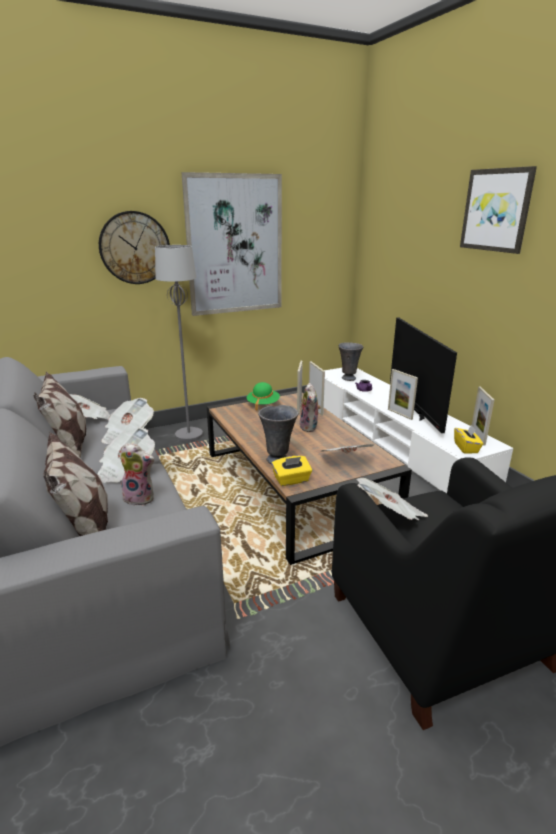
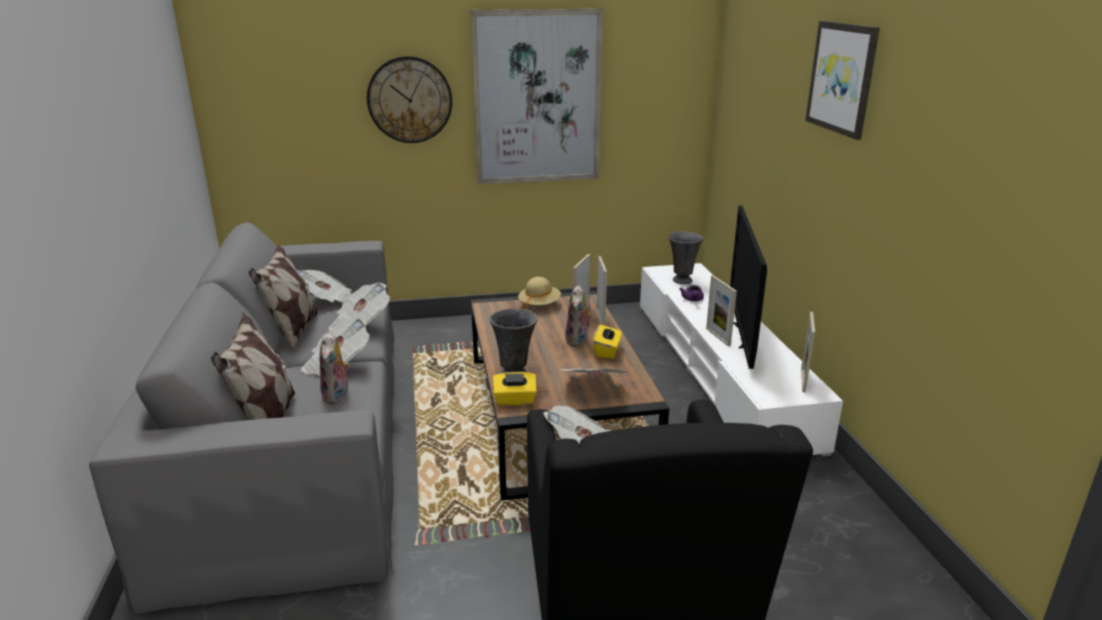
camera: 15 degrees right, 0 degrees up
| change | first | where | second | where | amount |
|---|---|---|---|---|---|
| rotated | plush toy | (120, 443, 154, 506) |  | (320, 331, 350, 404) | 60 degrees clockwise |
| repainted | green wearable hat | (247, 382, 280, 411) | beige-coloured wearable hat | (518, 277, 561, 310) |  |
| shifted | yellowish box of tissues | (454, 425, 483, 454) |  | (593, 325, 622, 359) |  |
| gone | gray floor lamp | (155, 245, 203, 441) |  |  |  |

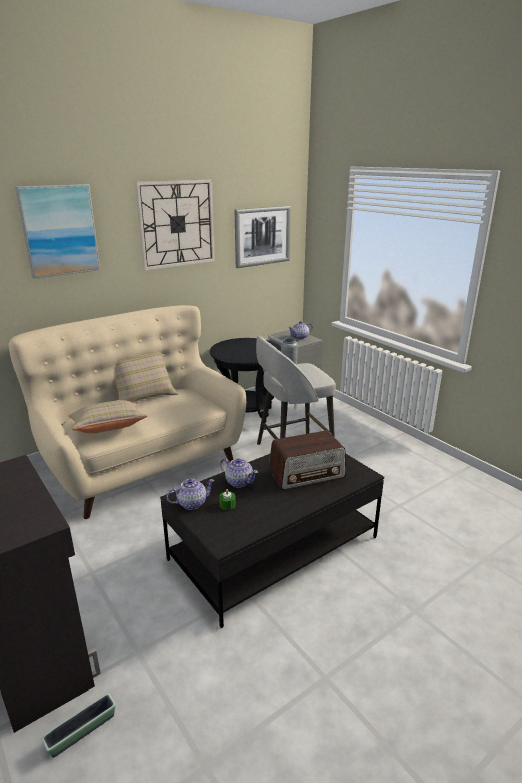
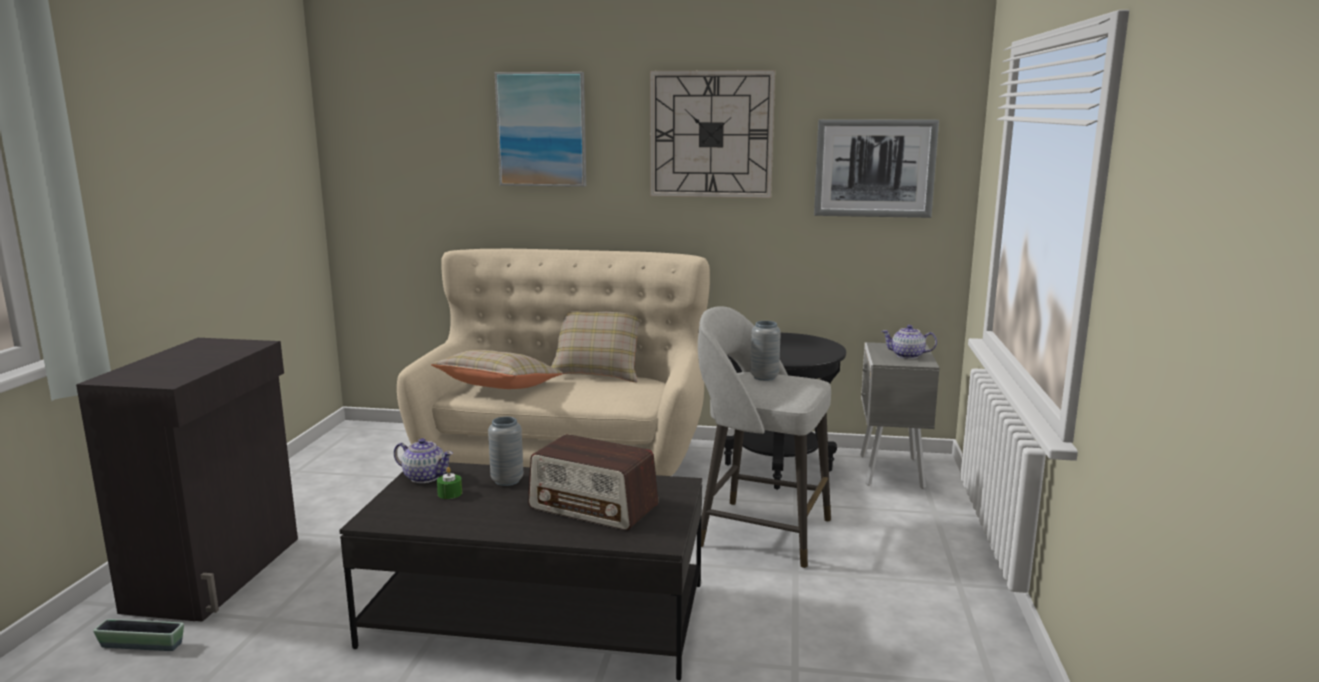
camera: 45 degrees right, 10 degrees down
| change | first | where | second | where | amount |
|---|---|---|---|---|---|
| swapped | tea pot | (220, 458, 258, 488) | gray decorative vase | (488, 417, 523, 486) |  |

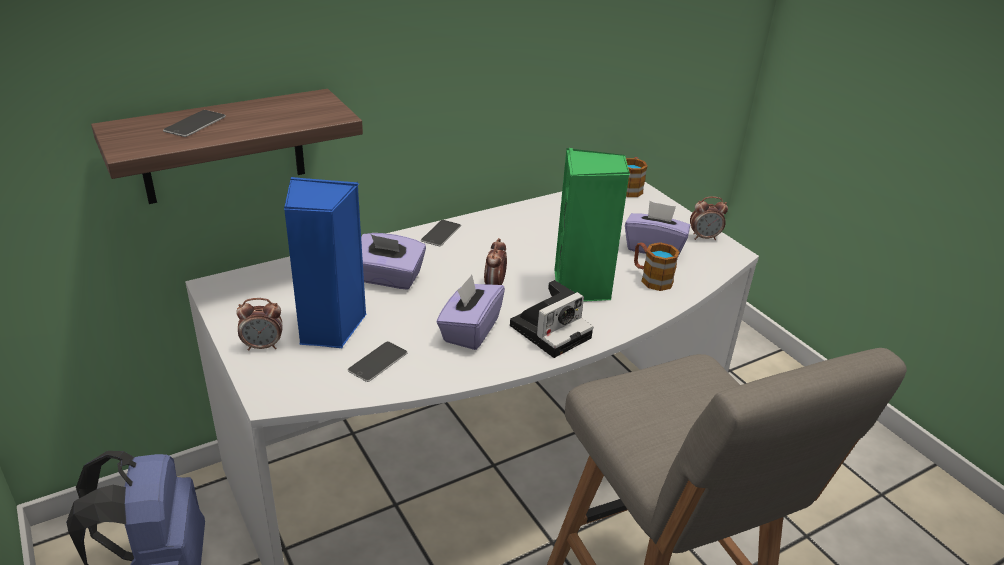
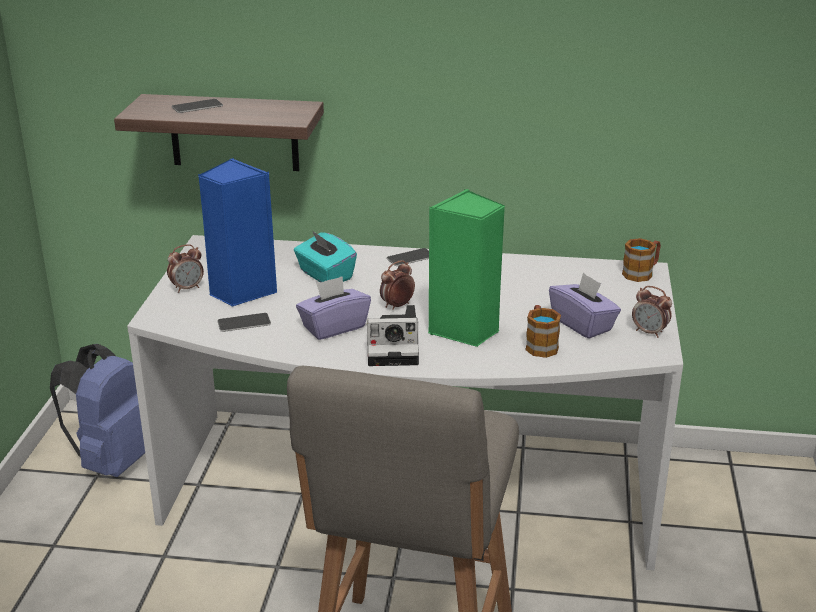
camera: 40 degrees right, 5 degrees down
| change | first | where | second | where | amount |
|---|---|---|---|---|---|
| rotated | table clock | (236, 298, 283, 351) |  | (167, 244, 204, 293) | 60 degrees counterclockwise |
| repainted | purple-coloured box of tissues | (361, 233, 426, 290) | blue-green box of tissues | (294, 230, 357, 282) |  |

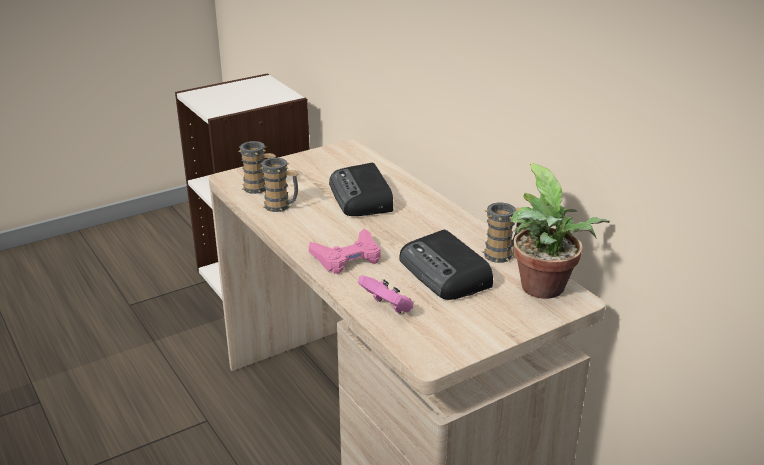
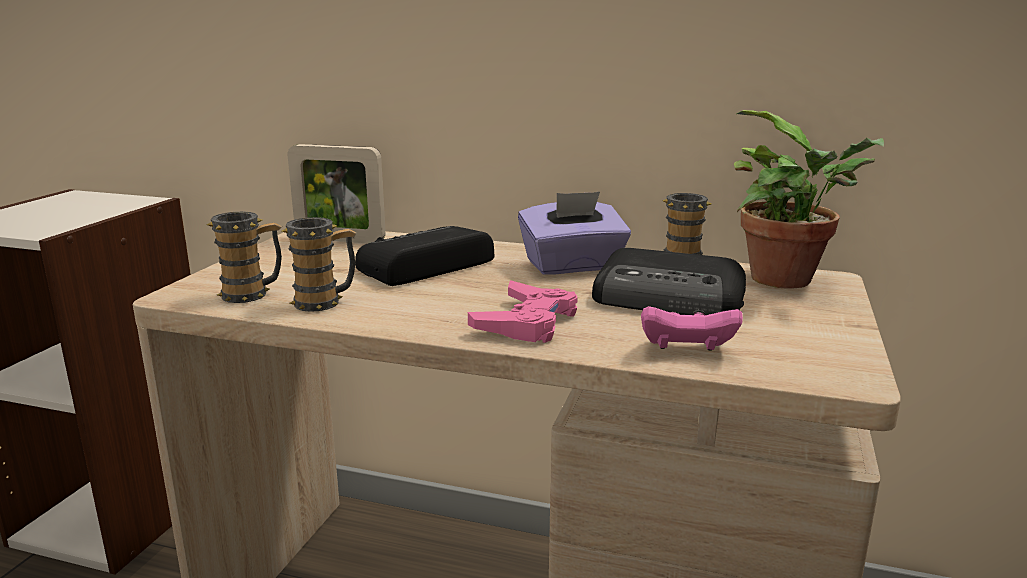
camera: 40 degrees left, 10 degrees down
| change | first | where | second | where | amount |
|---|---|---|---|---|---|
| new |  |  | standing frame | (288, 144, 386, 243) |  |
| rotated | radio receiver | (329, 163, 393, 216) |  | (355, 226, 494, 286) | 105 degrees clockwise |
| new |  |  | purple-coloured box of tissues | (518, 192, 631, 275) |  |

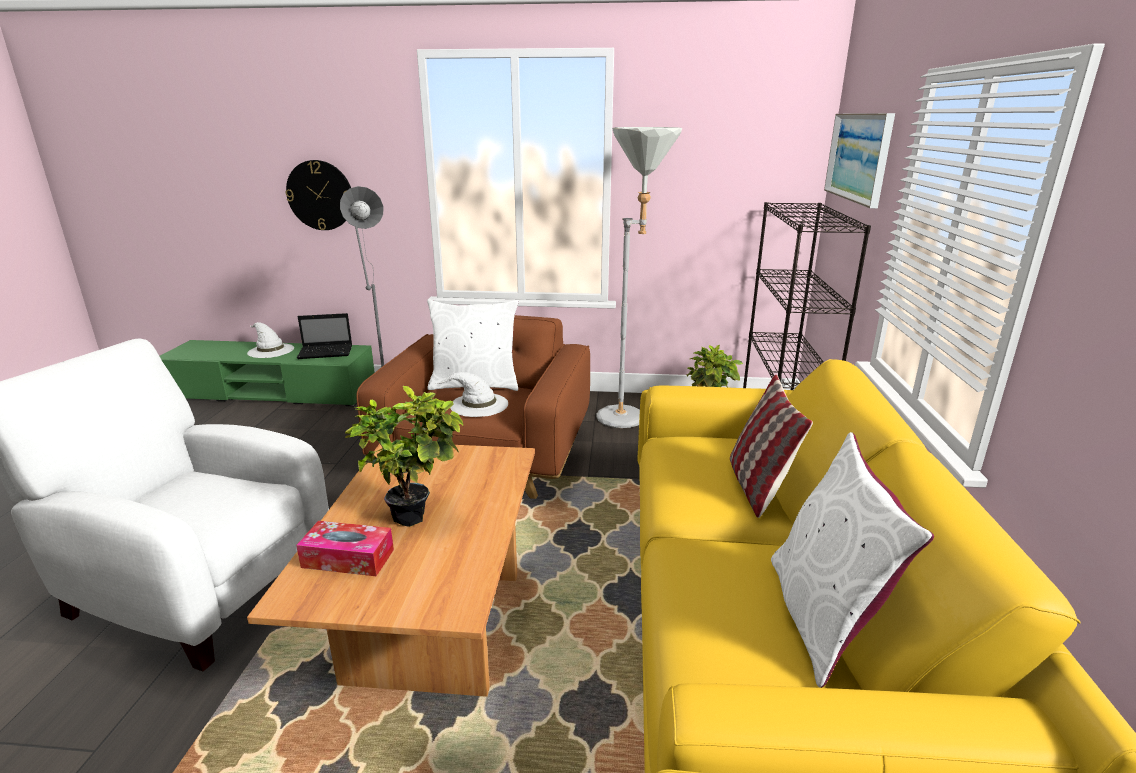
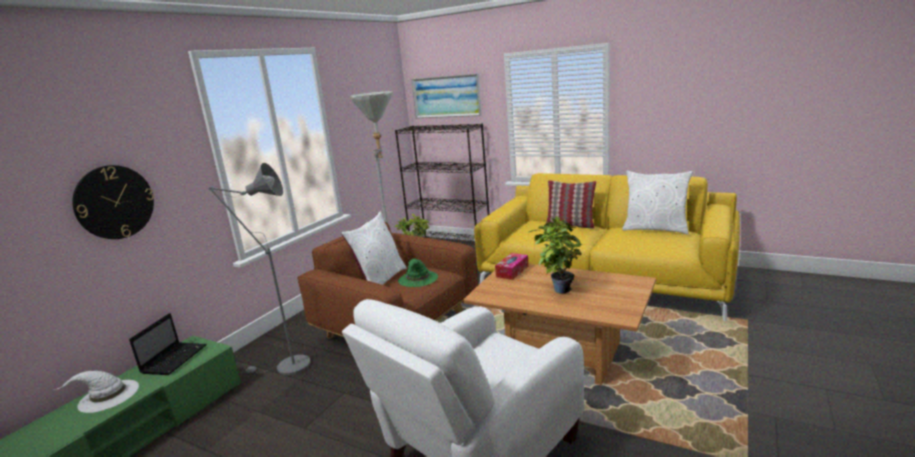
camera: 65 degrees left, 5 degrees down
| change | first | where | second | where | amount |
|---|---|---|---|---|---|
| repainted | whitish wearable hat | (436, 372, 508, 417) | green wearable hat | (398, 259, 438, 287) |  |
| shifted | box of tissues | (296, 521, 394, 576) |  | (495, 253, 529, 280) |  |

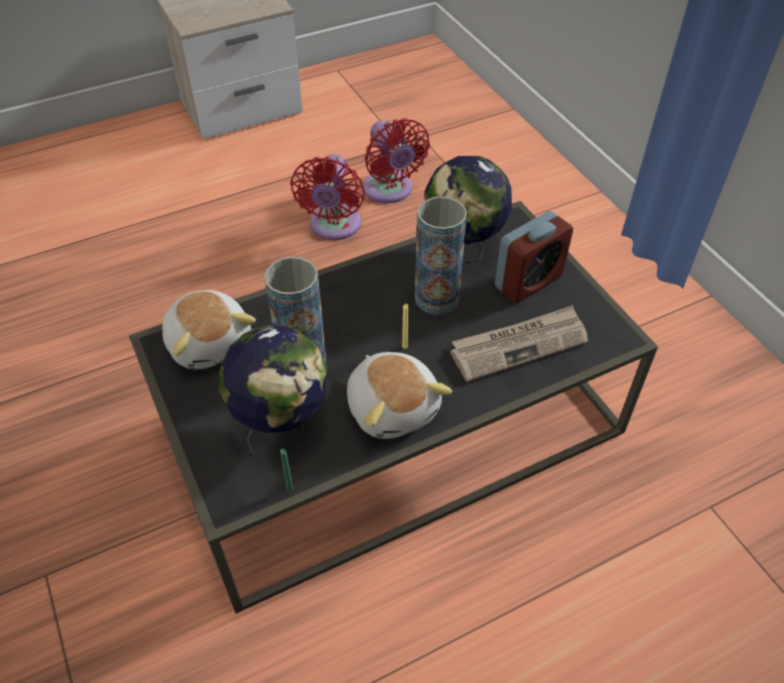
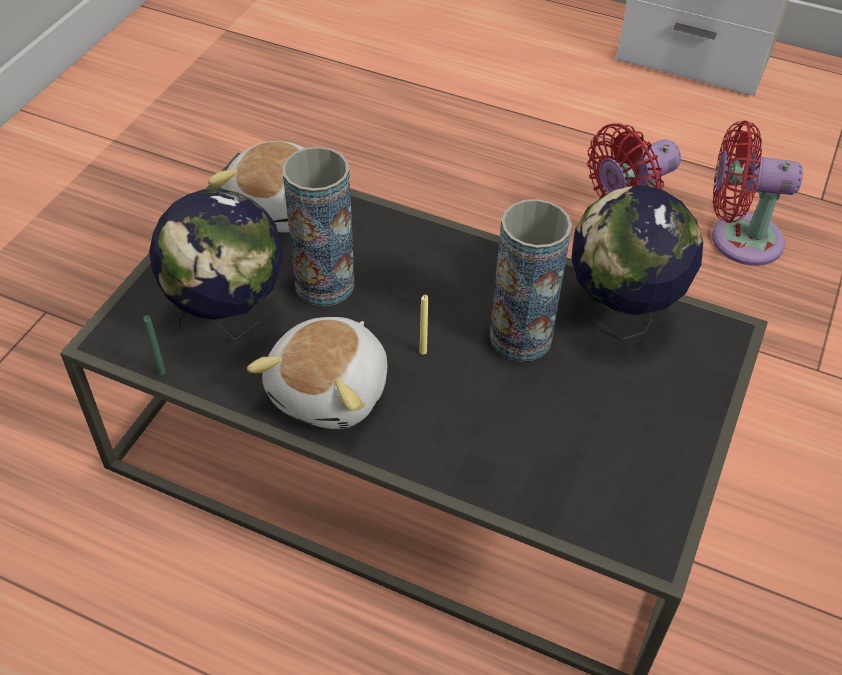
camera: 50 degrees right, 0 degrees up
| change | first | where | second | where | amount |
|---|---|---|---|---|---|
| rotated | red-coloured electric fan | (363, 118, 430, 204) |  | (712, 121, 803, 266) | 75 degrees clockwise |
| gone | daily paper | (450, 305, 588, 382) |  |  |  |
| gone | table clock | (495, 211, 573, 303) |  |  |  |

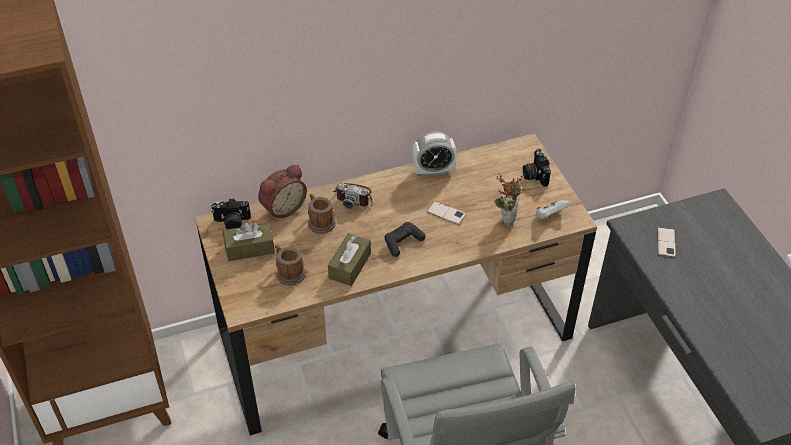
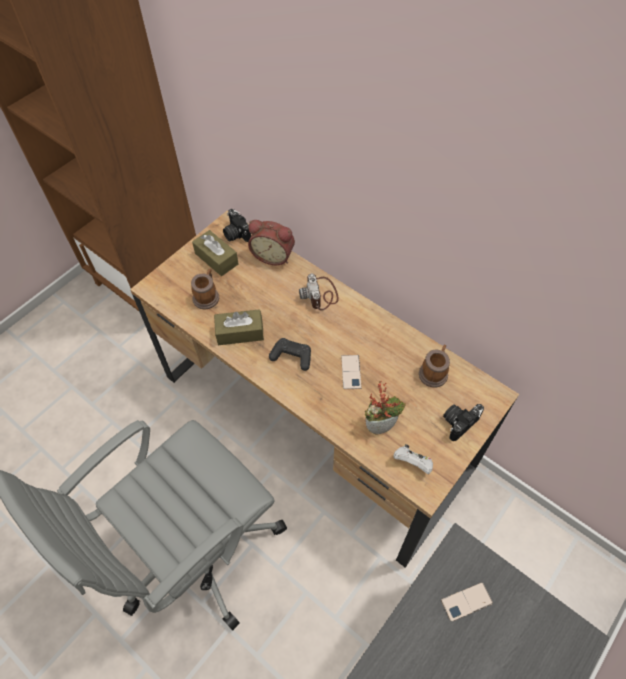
camera: 60 degrees right, 10 degrees up
| change | first | where | second | where | amount |
|---|---|---|---|---|---|
| shifted | mug | (308, 194, 336, 234) |  | (419, 345, 450, 387) |  |
| gone | table clock | (412, 132, 457, 177) |  |  |  |

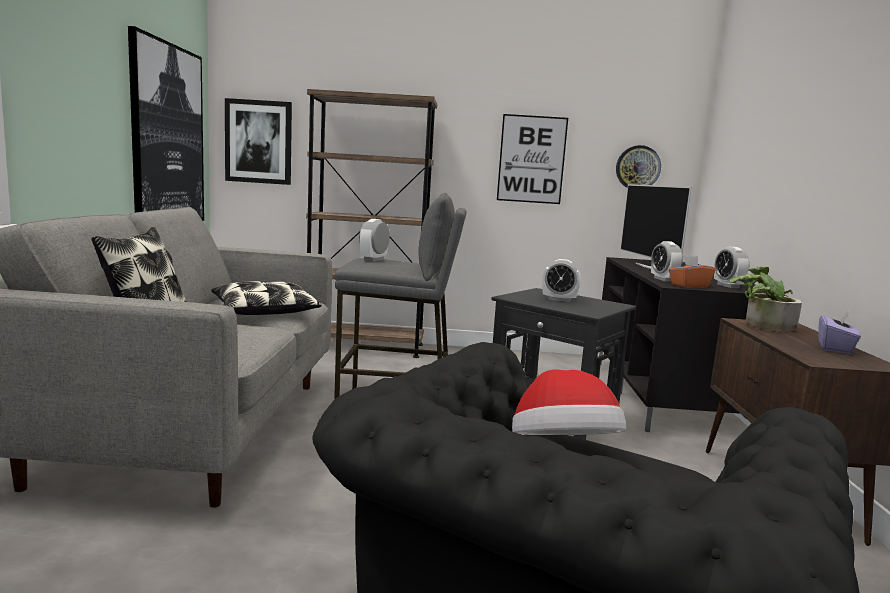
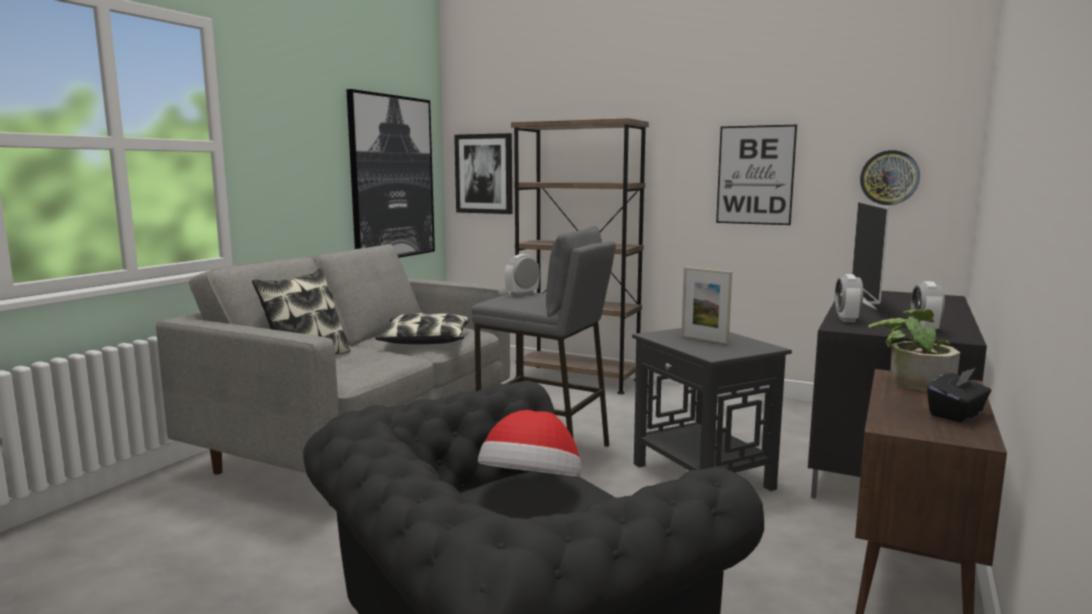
camera: 25 degrees right, 0 degrees up
| change | first | where | second | where | amount |
|---|---|---|---|---|---|
| swapped | table clock | (542, 259, 581, 302) | standing frame | (681, 267, 732, 344) |  |
| repainted | purple-coloured box of tissues | (818, 311, 861, 354) | blackish box of tissues | (927, 368, 991, 422) |  |
| gone | orange box of tissues | (669, 256, 716, 288) |  |  |  |

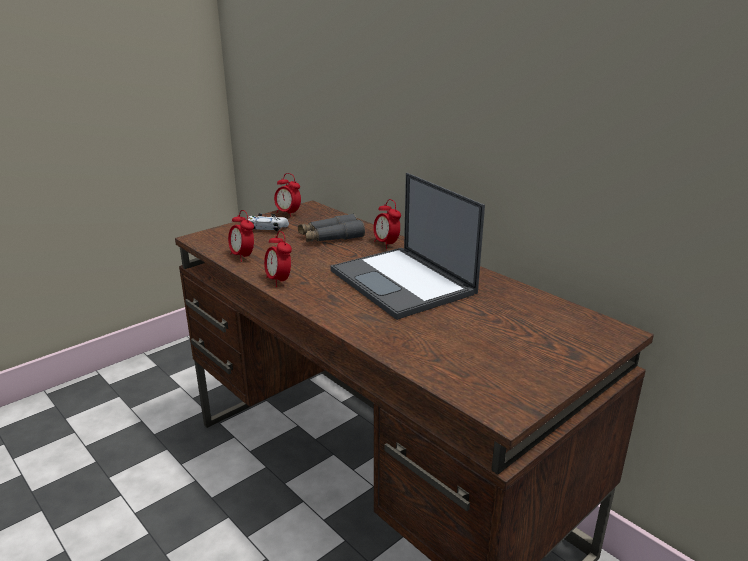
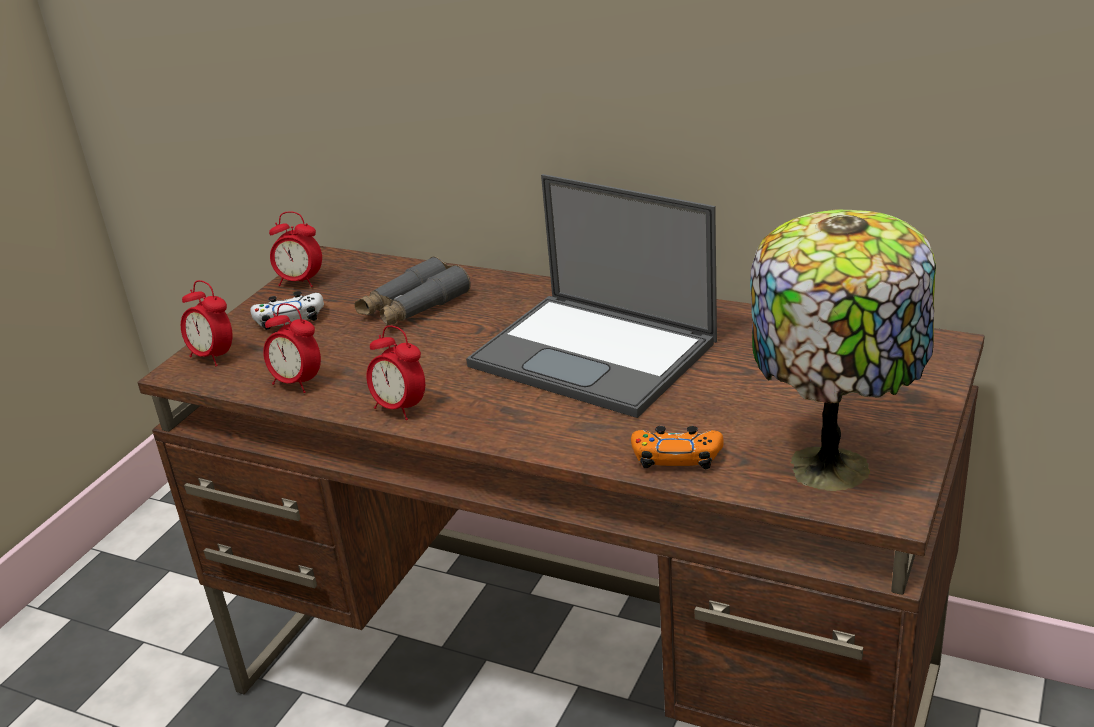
camera: 20 degrees left, 5 degrees up
| change | first | where | second | where | amount |
|---|---|---|---|---|---|
| shifted | table clock | (373, 199, 401, 249) |  | (181, 280, 232, 366) |  |
| new |  |  | orange game controller | (631, 426, 723, 469) |  |
| new |  |  | lamp for a table | (750, 209, 936, 491) |  |

